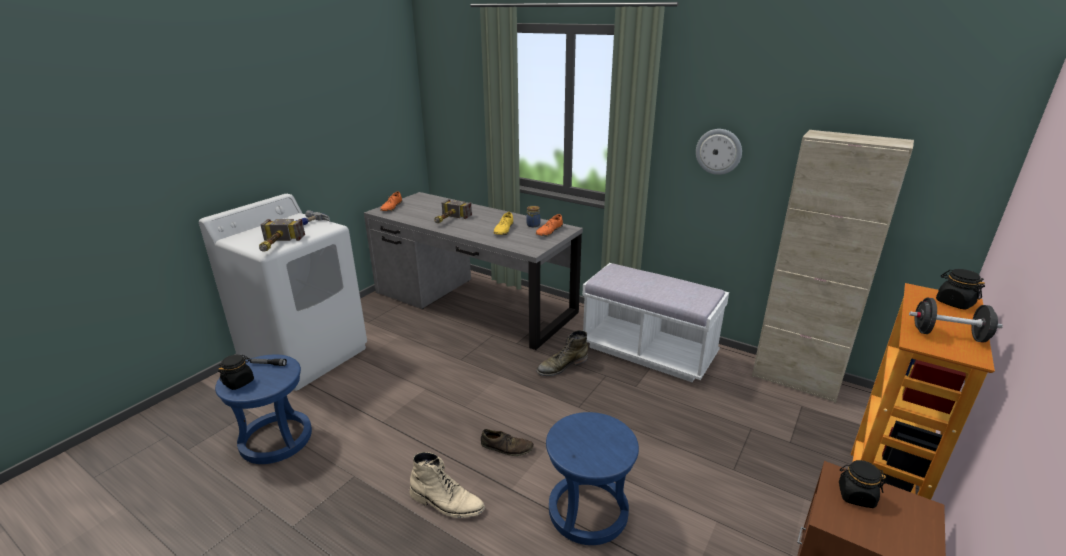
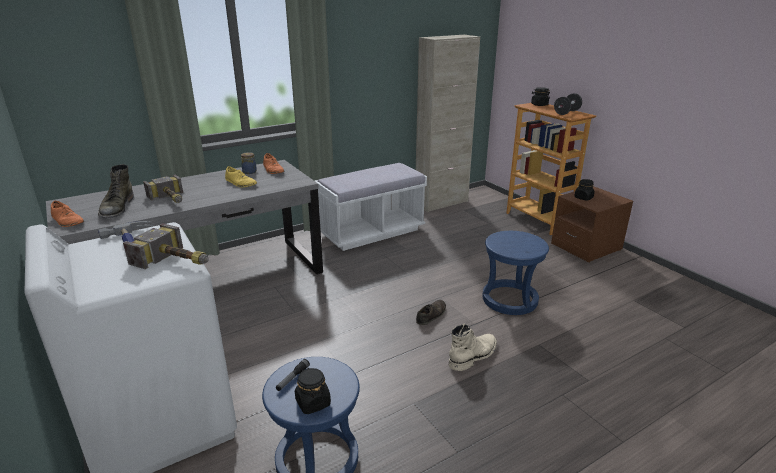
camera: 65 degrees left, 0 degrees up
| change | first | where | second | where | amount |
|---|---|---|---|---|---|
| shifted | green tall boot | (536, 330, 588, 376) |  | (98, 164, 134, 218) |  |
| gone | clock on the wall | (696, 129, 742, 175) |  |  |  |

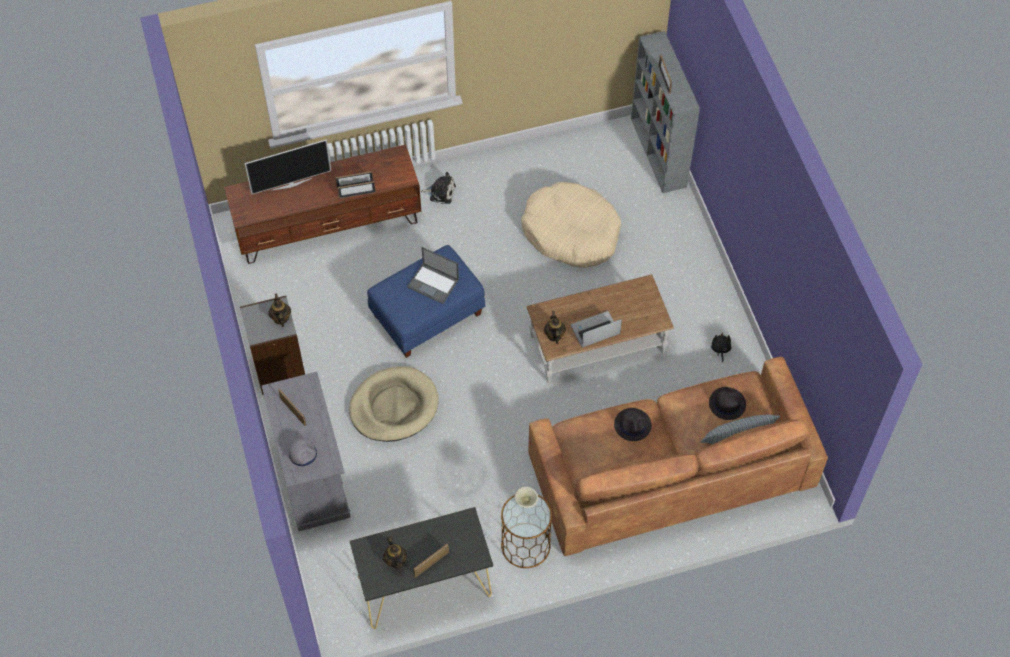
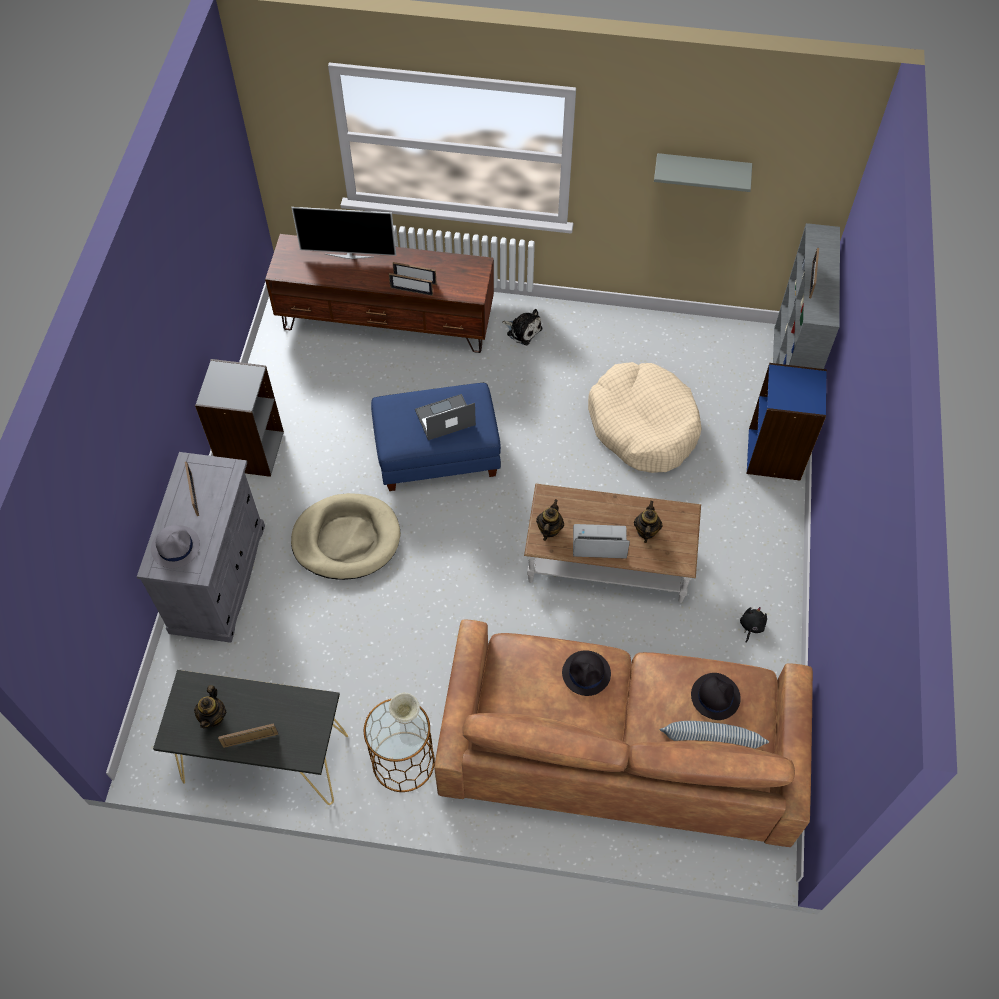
camera: 25 degrees right, 0 degrees up
| change | first | where | second | where | amount |
|---|---|---|---|---|---|
| rotated | notebook computer | (407, 247, 459, 304) |  | (415, 394, 476, 440) | 105 degrees clockwise |
| shifted | tea pot | (268, 293, 291, 327) |  | (634, 501, 663, 543) |  |
| new |  |  | gray shelf | (654, 153, 752, 192) |  |
| new |  |  | blue shelving unit | (747, 363, 827, 481) |  |

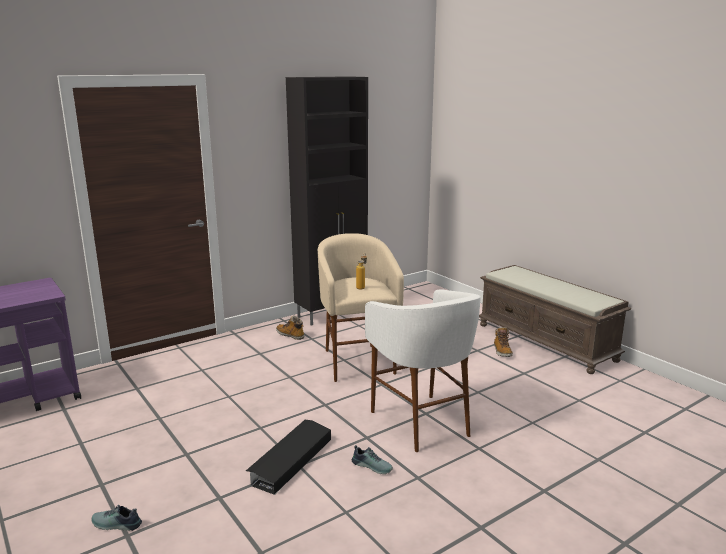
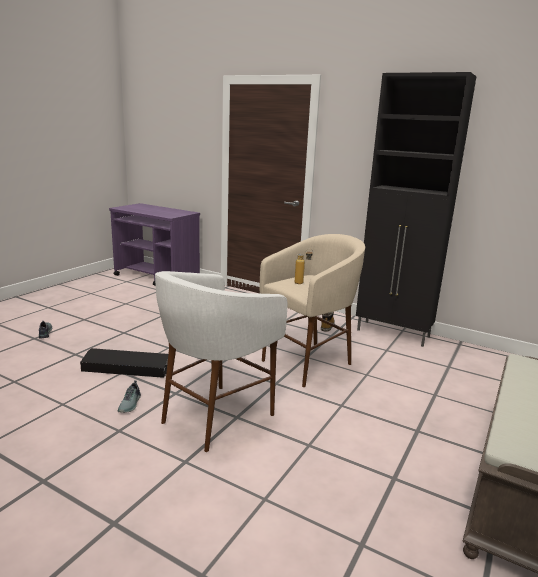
camera: 65 degrees right, 0 degrees up
| change | first | where | second | where | amount |
|---|---|---|---|---|---|
| gone | tall boot | (494, 327, 513, 357) |  |  |  |

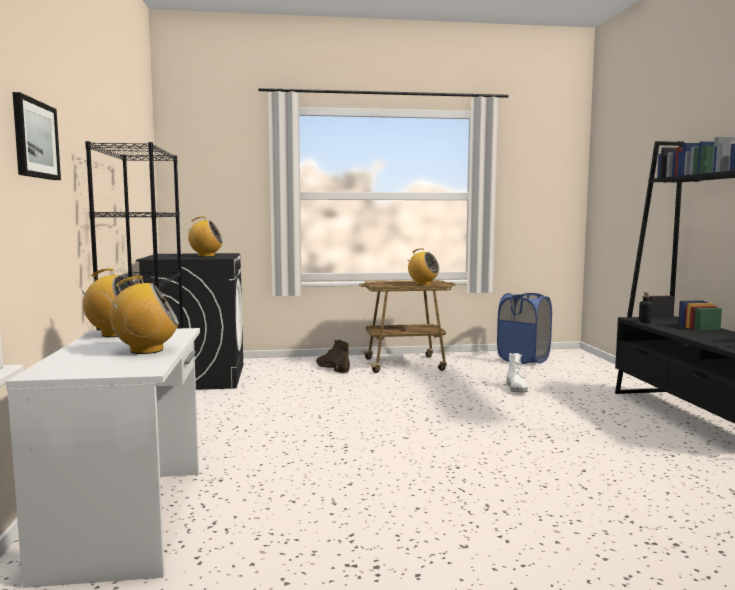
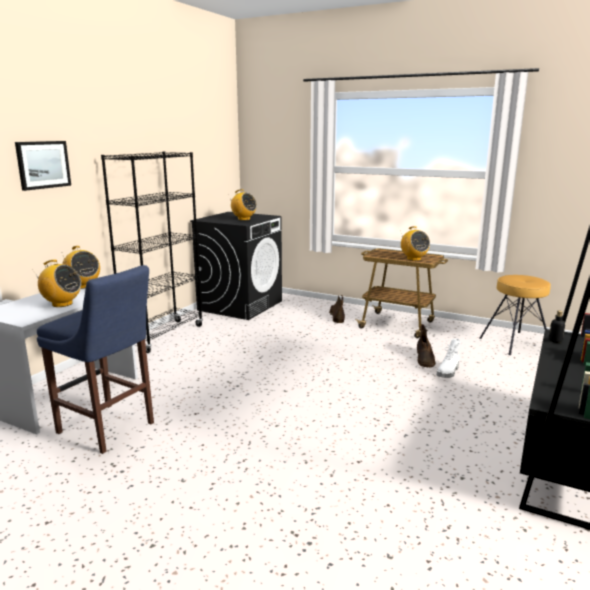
camera: 35 degrees right, 10 degrees up
| change | first | where | second | where | amount |
|---|---|---|---|---|---|
| new |  |  | blue sitting stool | (37, 265, 154, 454) |  |
| new |  |  | brown tall boot | (417, 324, 436, 368) |  |
| swapped | blue laundry basket | (497, 293, 552, 364) | brown sitting stool | (480, 275, 551, 355) |  |

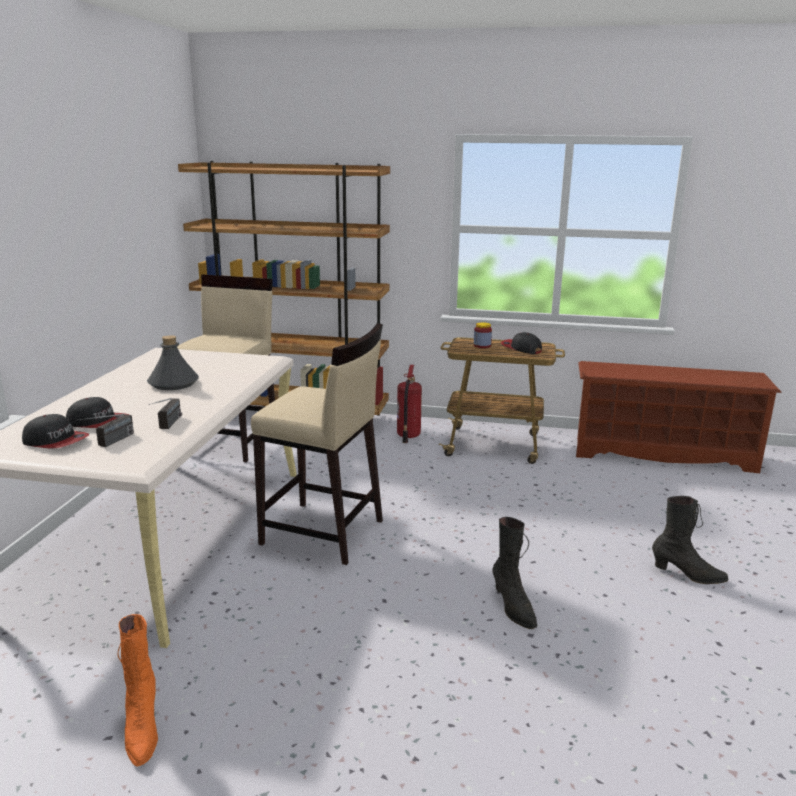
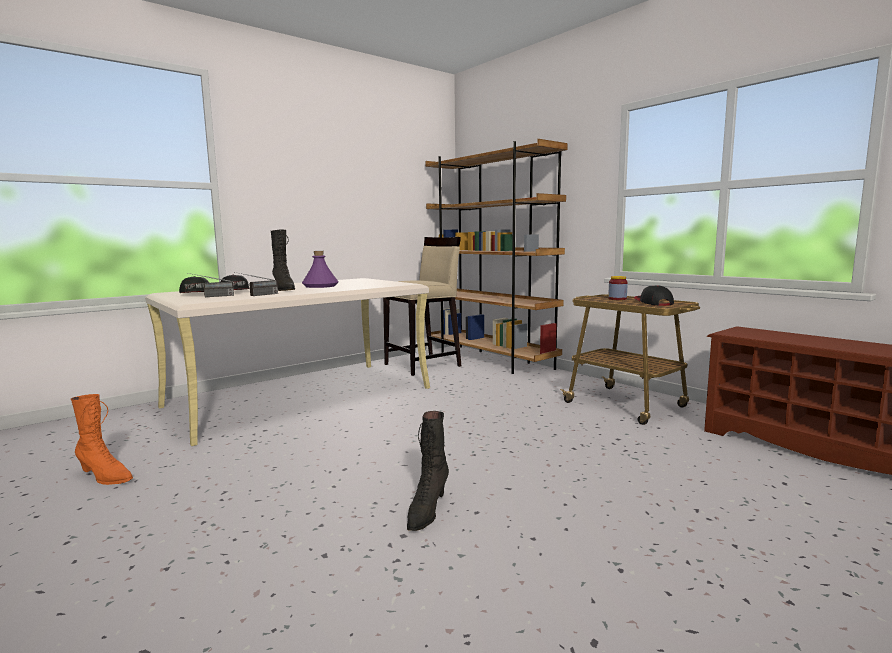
camera: 40 degrees right, 10 degrees down
| change | first | where | second | where | amount |
|---|---|---|---|---|---|
| rotated | orange tall boot | (117, 614, 158, 767) |  | (71, 394, 133, 485) | 90 degrees counterclockwise |
| shifted | blackish tall boot | (652, 496, 729, 584) |  | (271, 229, 295, 291) |  |
| repainted | gray beverage bottle | (147, 335, 199, 390) | purple-coloured beverage bottle | (302, 251, 339, 288) |  |
| gone | beige-coloured sitting stool | (251, 323, 383, 565) |  |  |  |
| gone | fire-fighting cylinder | (397, 365, 422, 443) |  |  |  |

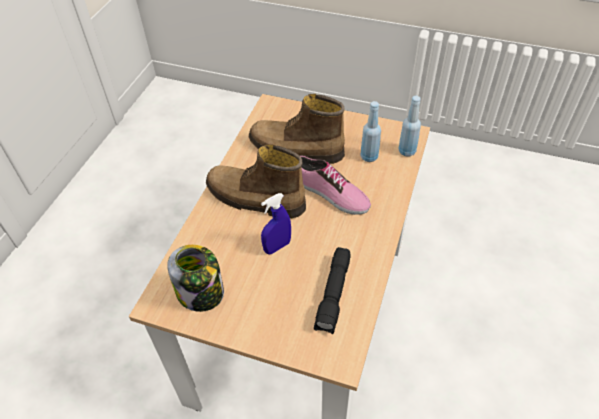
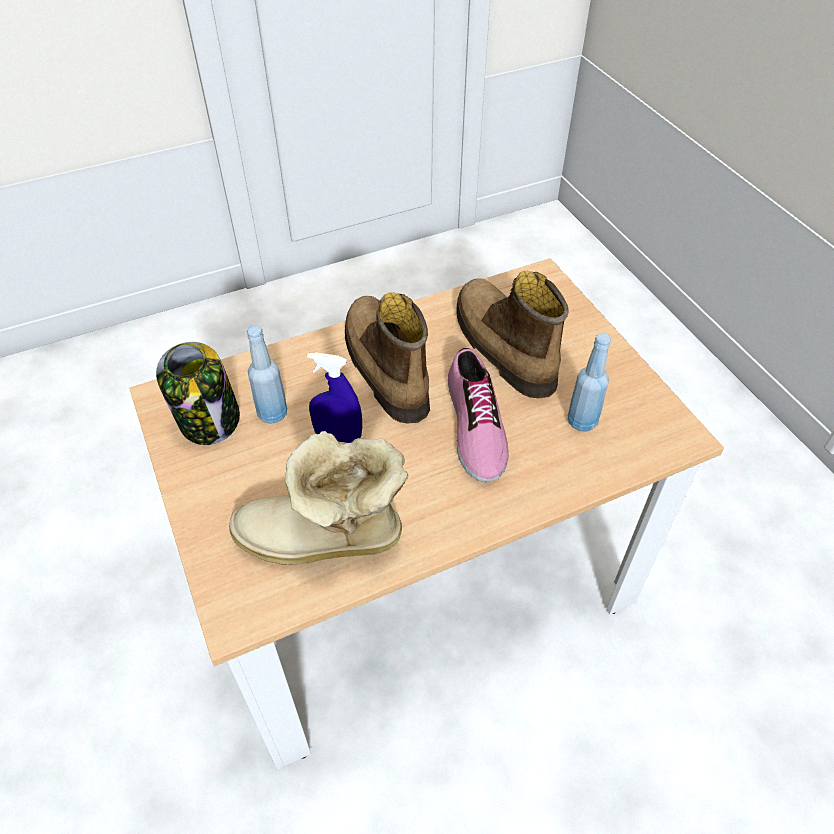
camera: 45 degrees right, 0 degrees up
| change | first | where | second | where | amount |
|---|---|---|---|---|---|
| swapped | blackish flashlight | (314, 247, 351, 334) | tall boot | (229, 431, 408, 565) |  |
| shifted | blue beverage bottle | (398, 96, 421, 156) |  | (247, 325, 287, 424) |  |

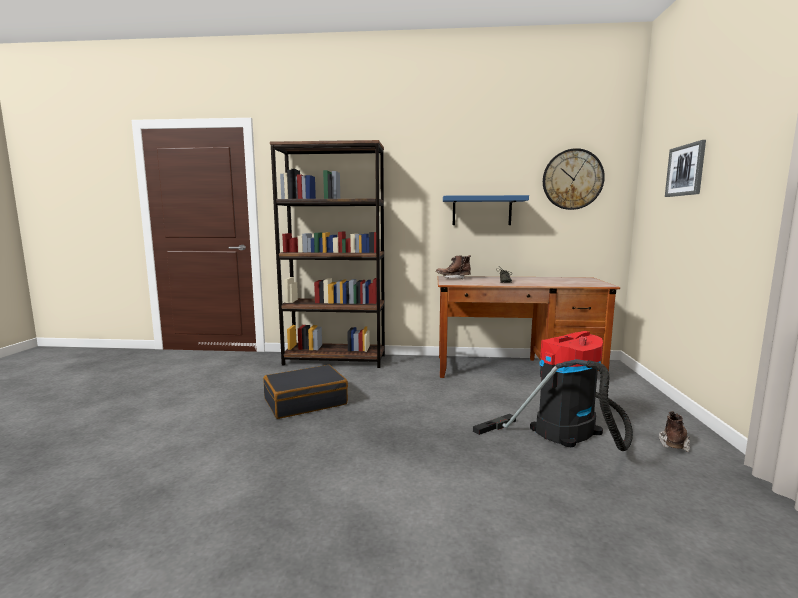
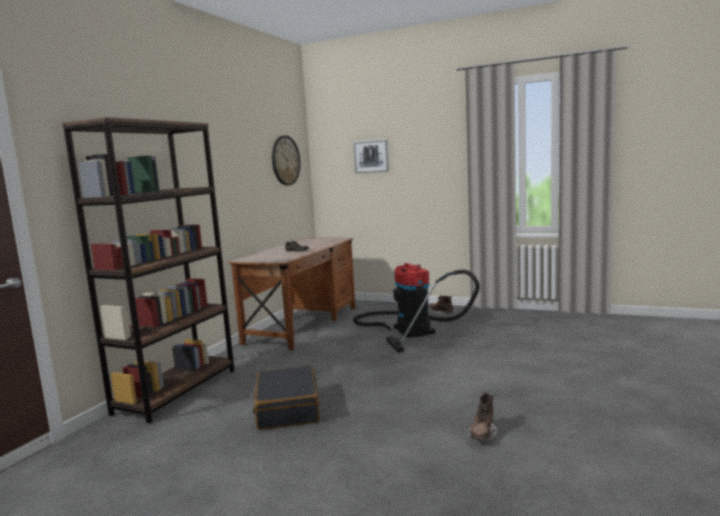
camera: 70 degrees left, 0 degrees up
| change | first | where | second | where | amount |
|---|---|---|---|---|---|
| shifted | brown tall boot | (436, 255, 471, 279) |  | (468, 391, 497, 441) |  |
| gone | blue shelf | (443, 195, 529, 225) |  |  |  |

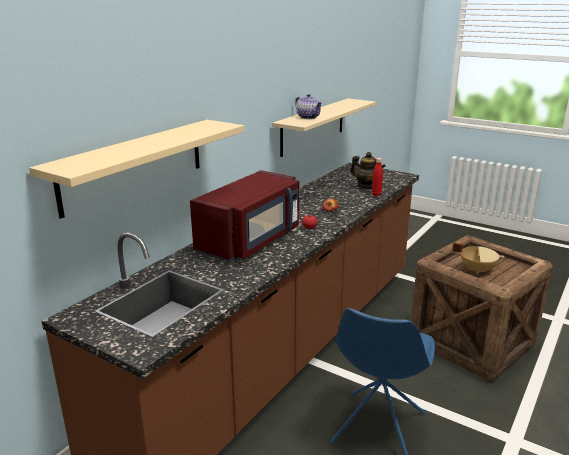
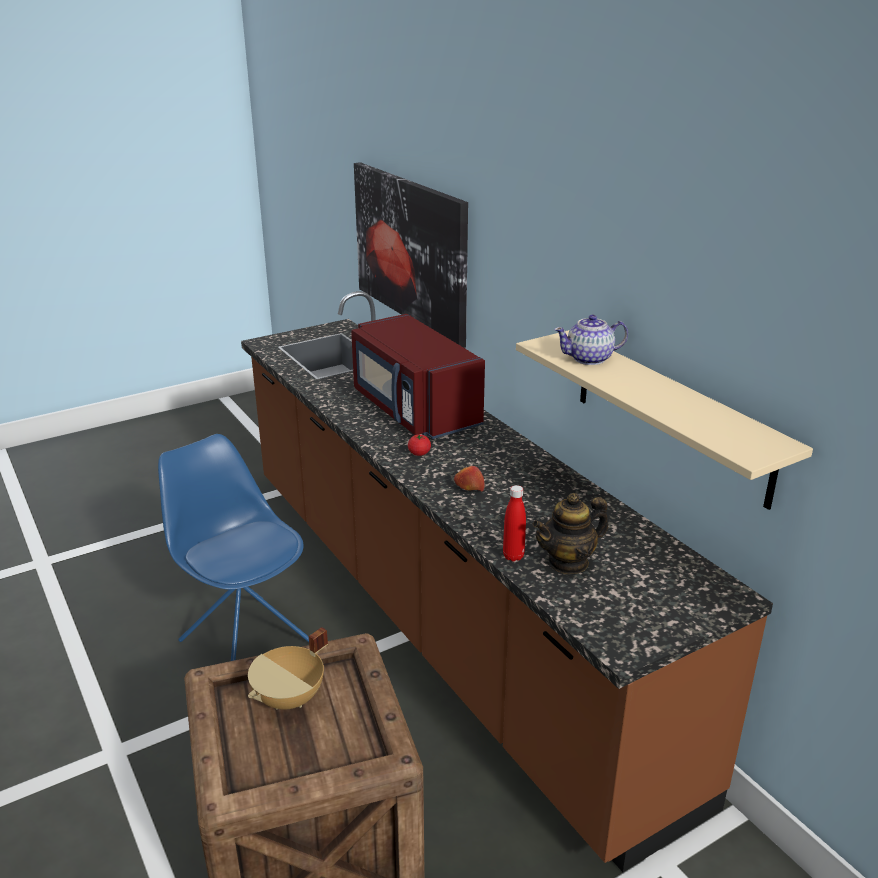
camera: 115 degrees right, 5 degrees up
| change | first | where | second | where | amount |
|---|---|---|---|---|---|
| swapped | beige-coloured shelf | (29, 120, 244, 219) | wall picture | (354, 162, 468, 348) |  |

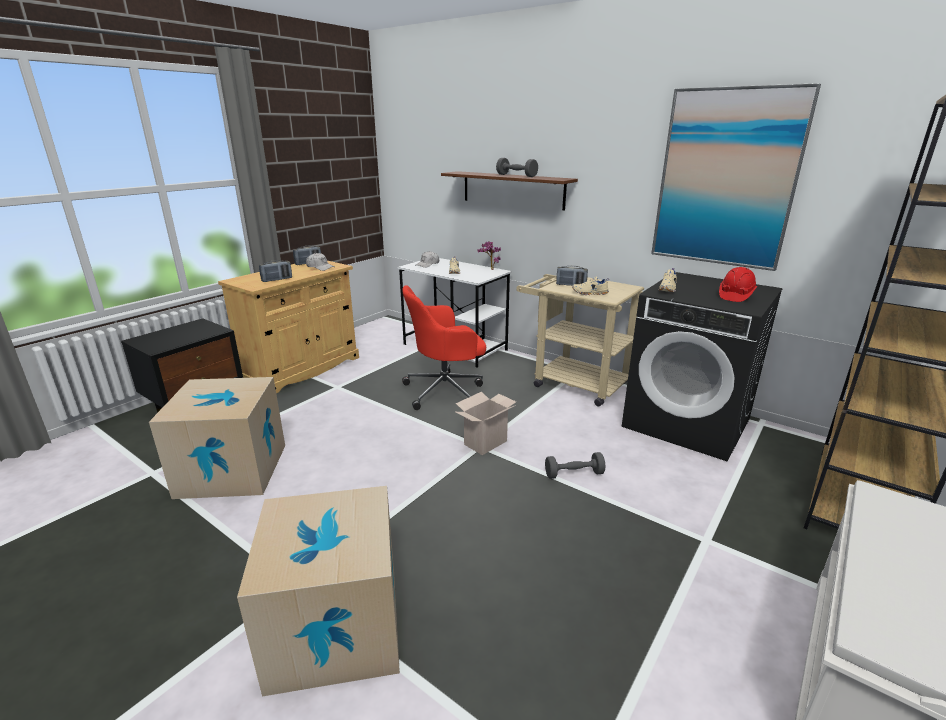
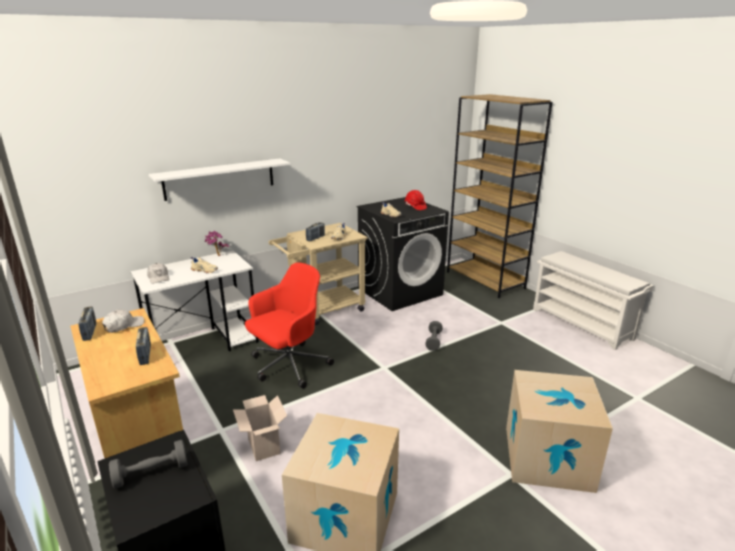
camera: 70 degrees left, 0 degrees up
| change | first | where | second | where | amount |
|---|---|---|---|---|---|
| shifted | gray dumbbell | (496, 158, 538, 177) |  | (109, 440, 188, 489) |  |
| repainted | brown shelf | (441, 171, 578, 210) | whitish shelf | (149, 158, 290, 201) |  |
| shifted | cardboard box | (456, 392, 516, 455) |  | (233, 395, 287, 461) |  |
| rotated | red-coloured computer chair | (402, 285, 486, 410) |  | (245, 262, 334, 389) | 135 degrees counterclockwise |
| gone | wall picture | (651, 83, 821, 271) |  |  |  |

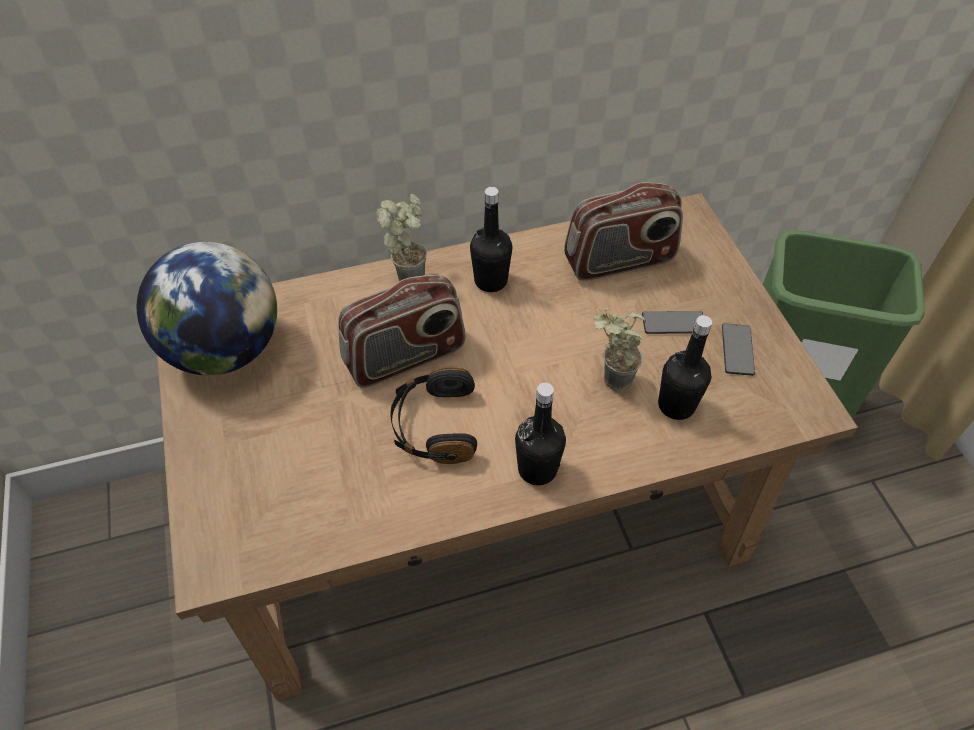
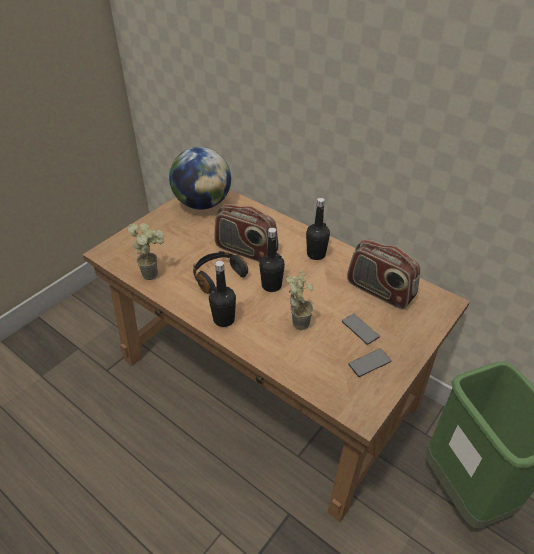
camera: 55 degrees right, 10 degrees down
| change | first | where | second | where | amount |
|---|---|---|---|---|---|
| shifted | potted plant | (376, 194, 427, 281) |  | (128, 223, 164, 280) |  |
| shifted | blackish beverage bottle | (658, 315, 712, 420) |  | (259, 228, 285, 292) |  |

